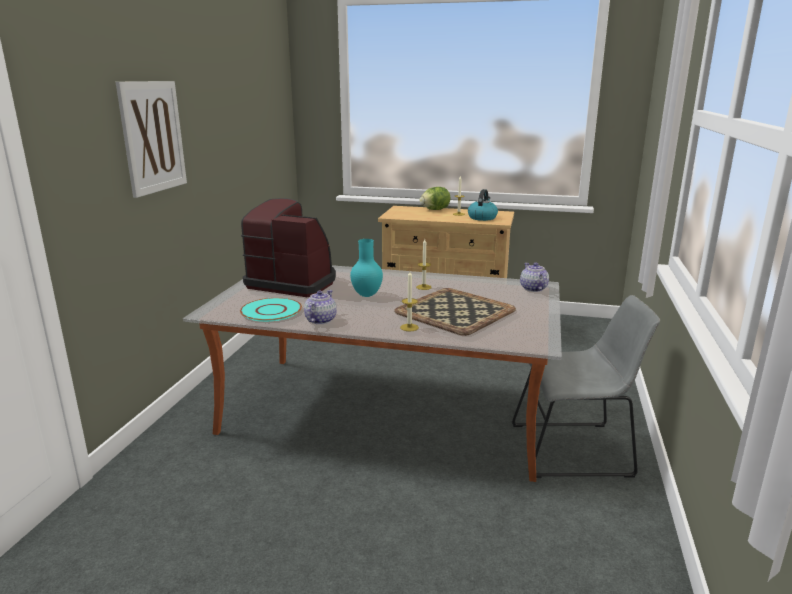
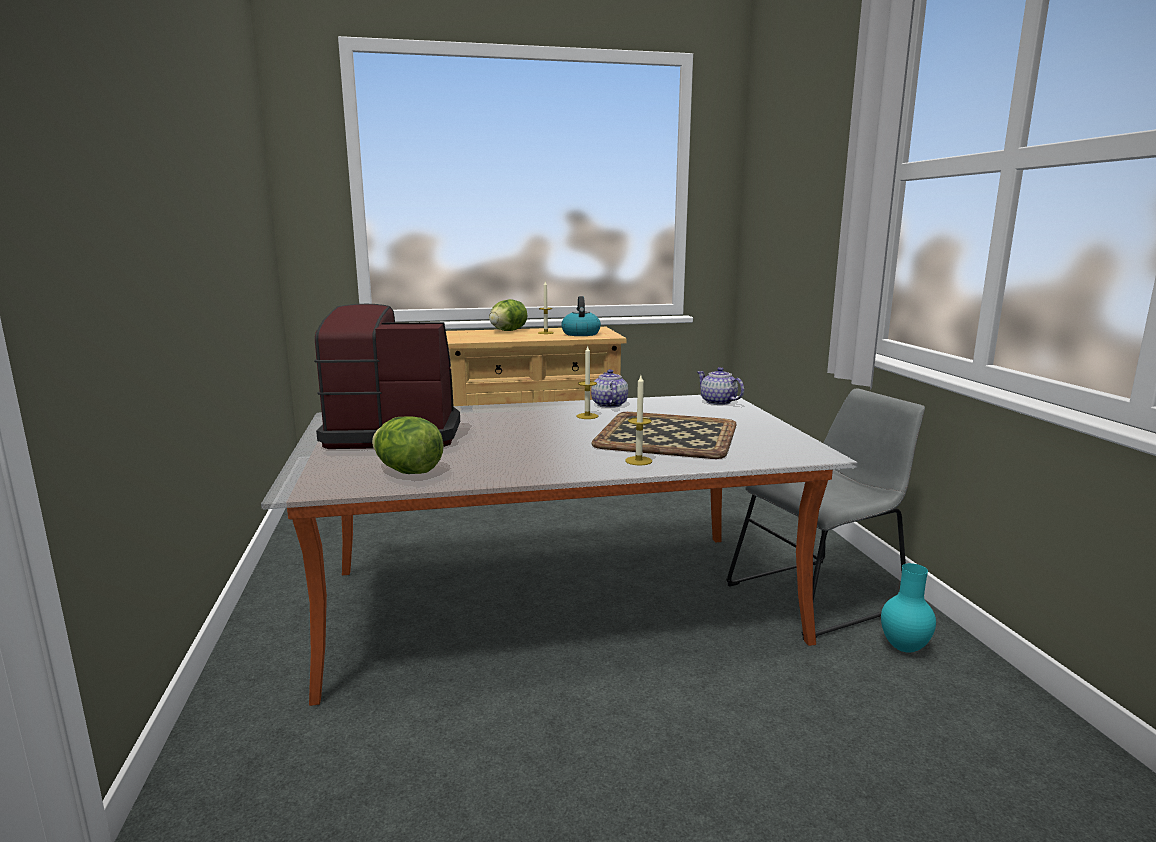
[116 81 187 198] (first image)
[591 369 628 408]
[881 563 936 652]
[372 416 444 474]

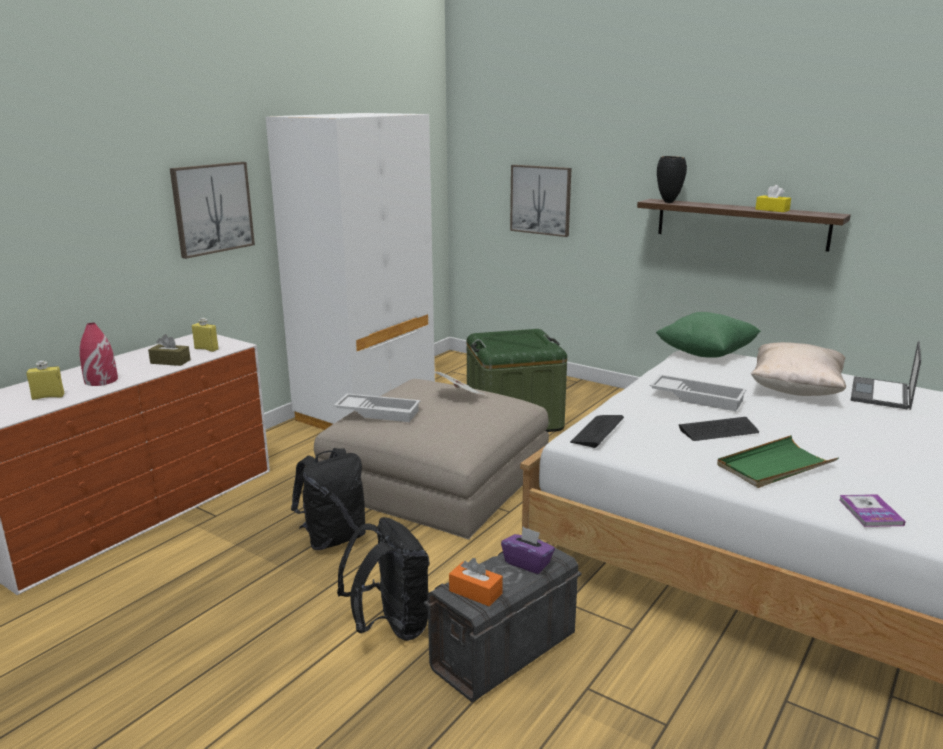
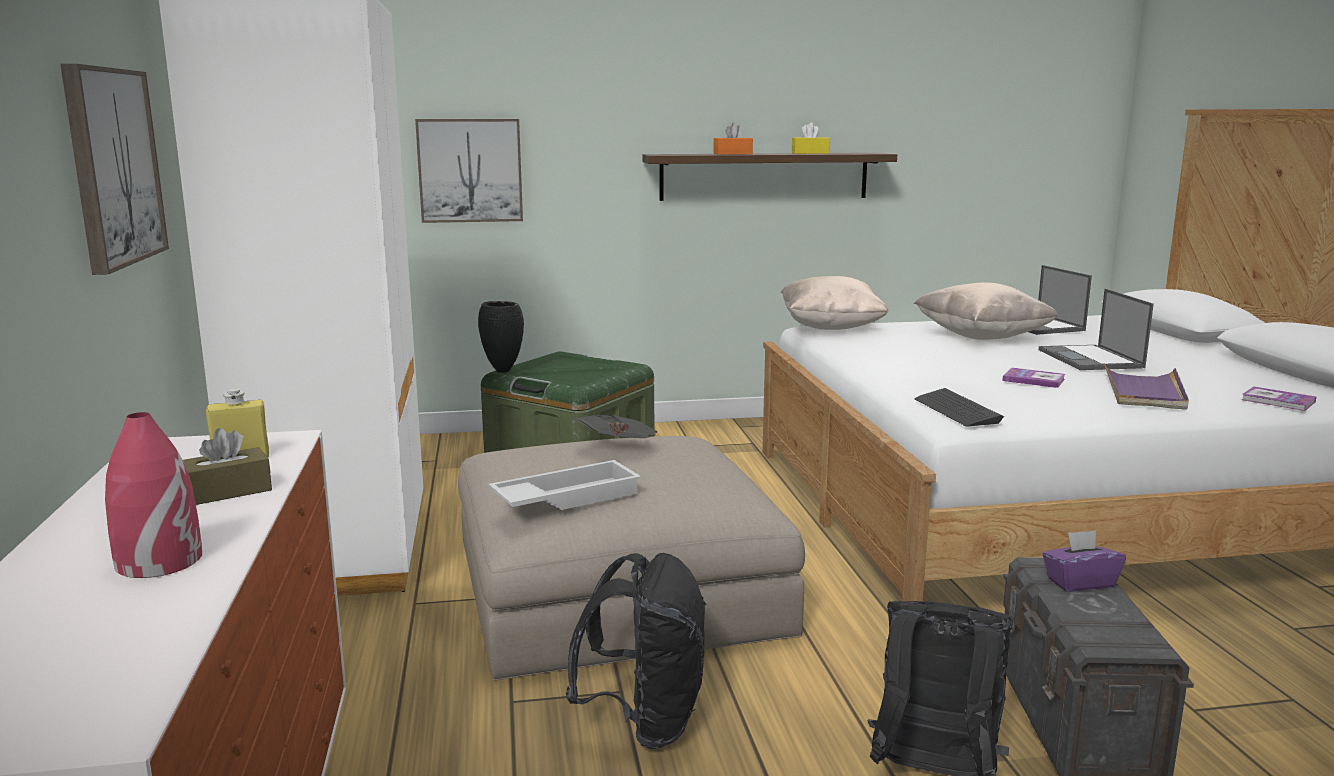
[26 361 64 400] (first image)
[650 374 747 411] (first image)
[1039 289 1154 370]
[714 123 753 155]
[478 301 524 373]
[1002 368 1065 388]
[781 276 888 330]
[1104 363 1189 410]

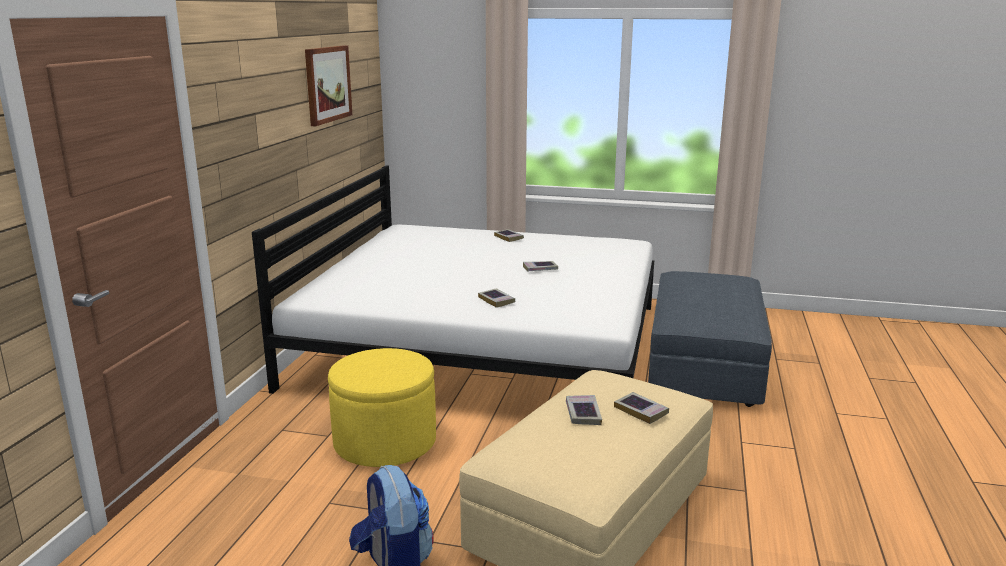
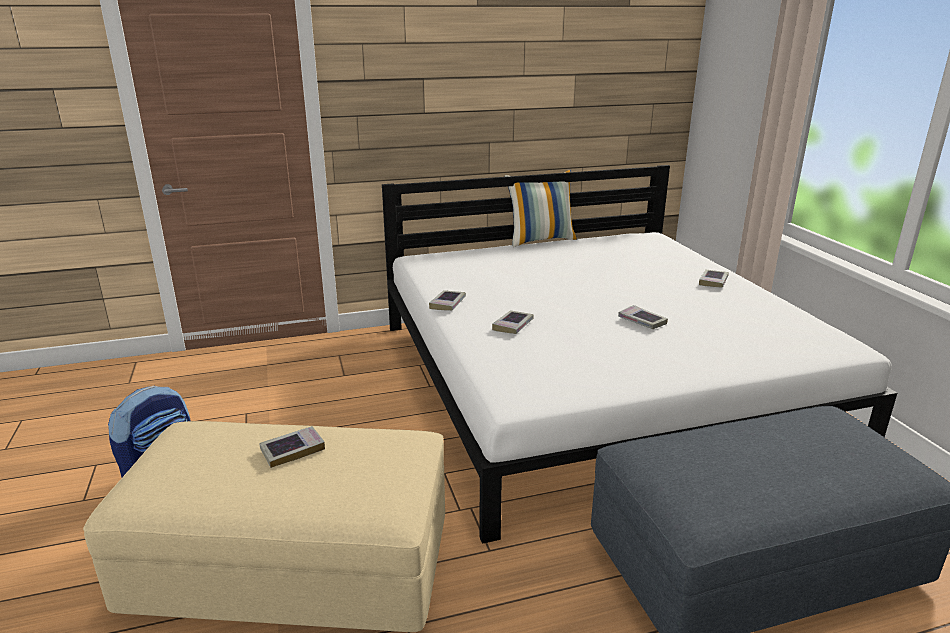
[305 45 352 126] (first image)
[328 348 436 467] (first image)
[505 170 577 247]
[429 290 466 311]

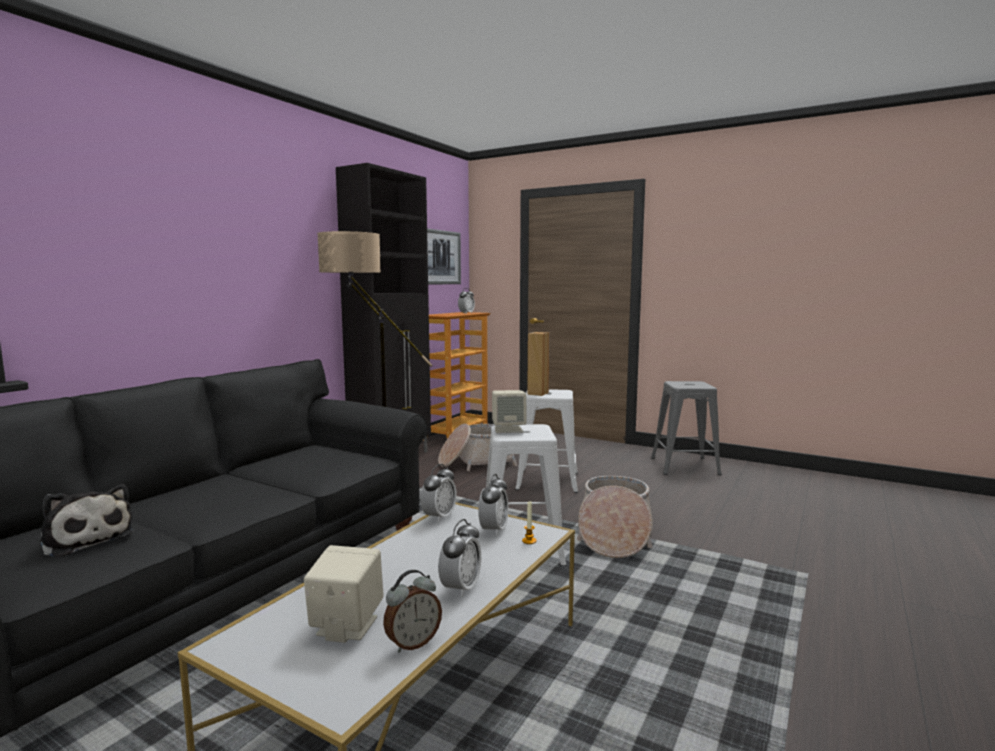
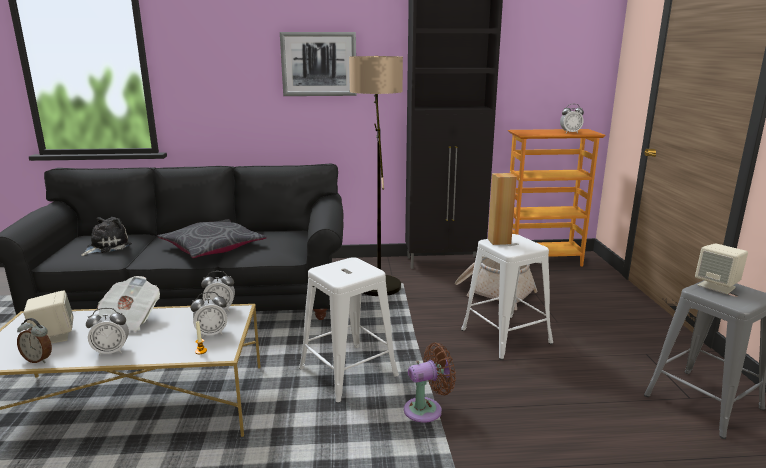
[98 276 160 332]
[158 219 267 258]
[280 32 357 96]
[695 243 748 294]
[404 343 456 422]
[81 217 132 256]

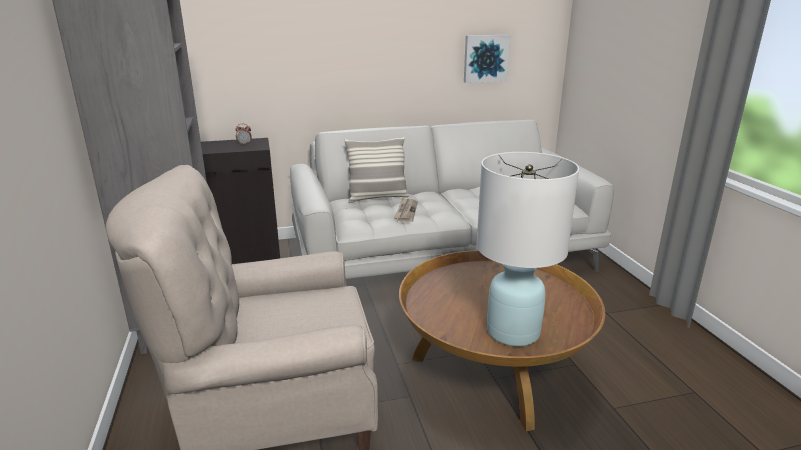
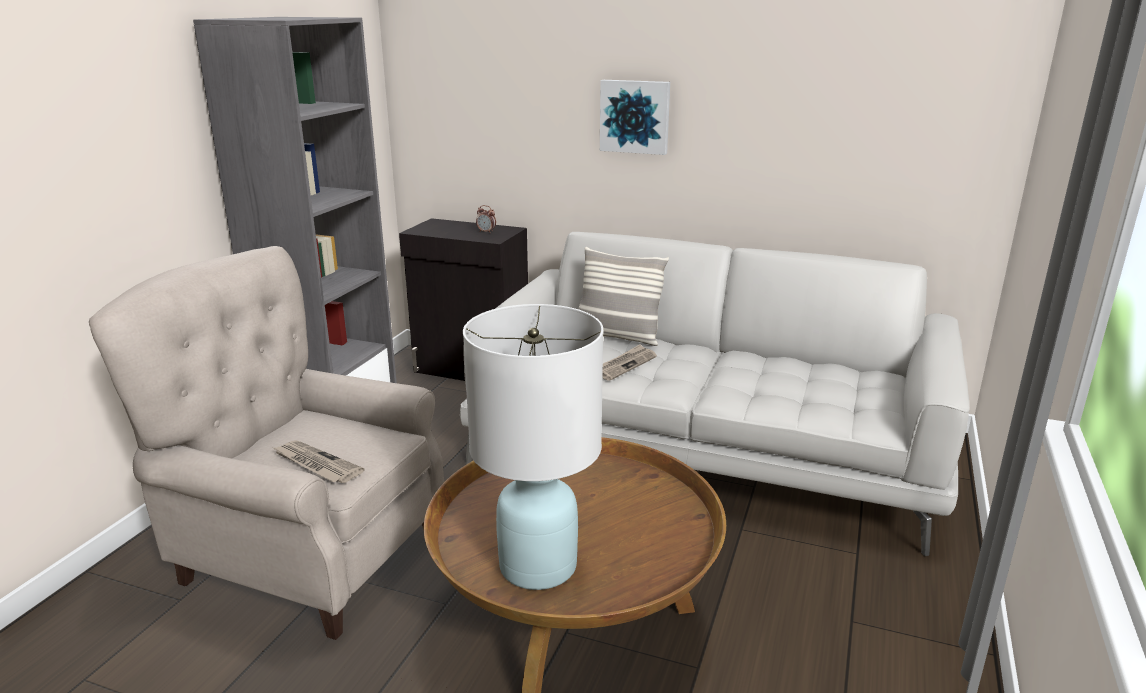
[273 440 364 483]
[600 80 670 155]

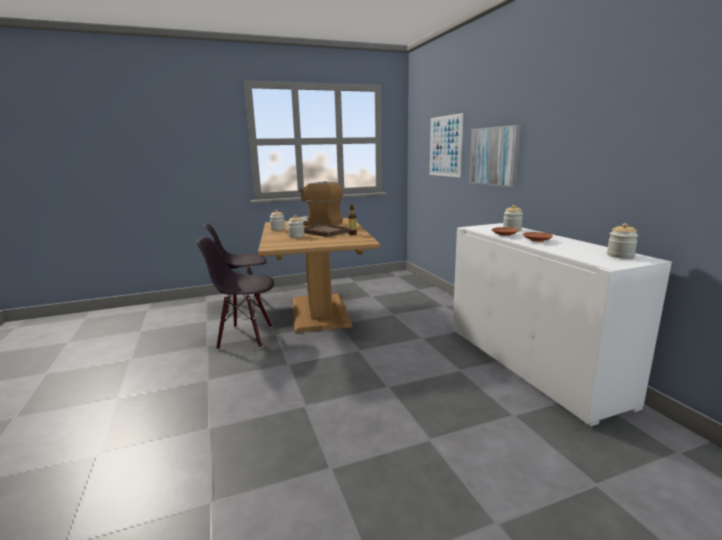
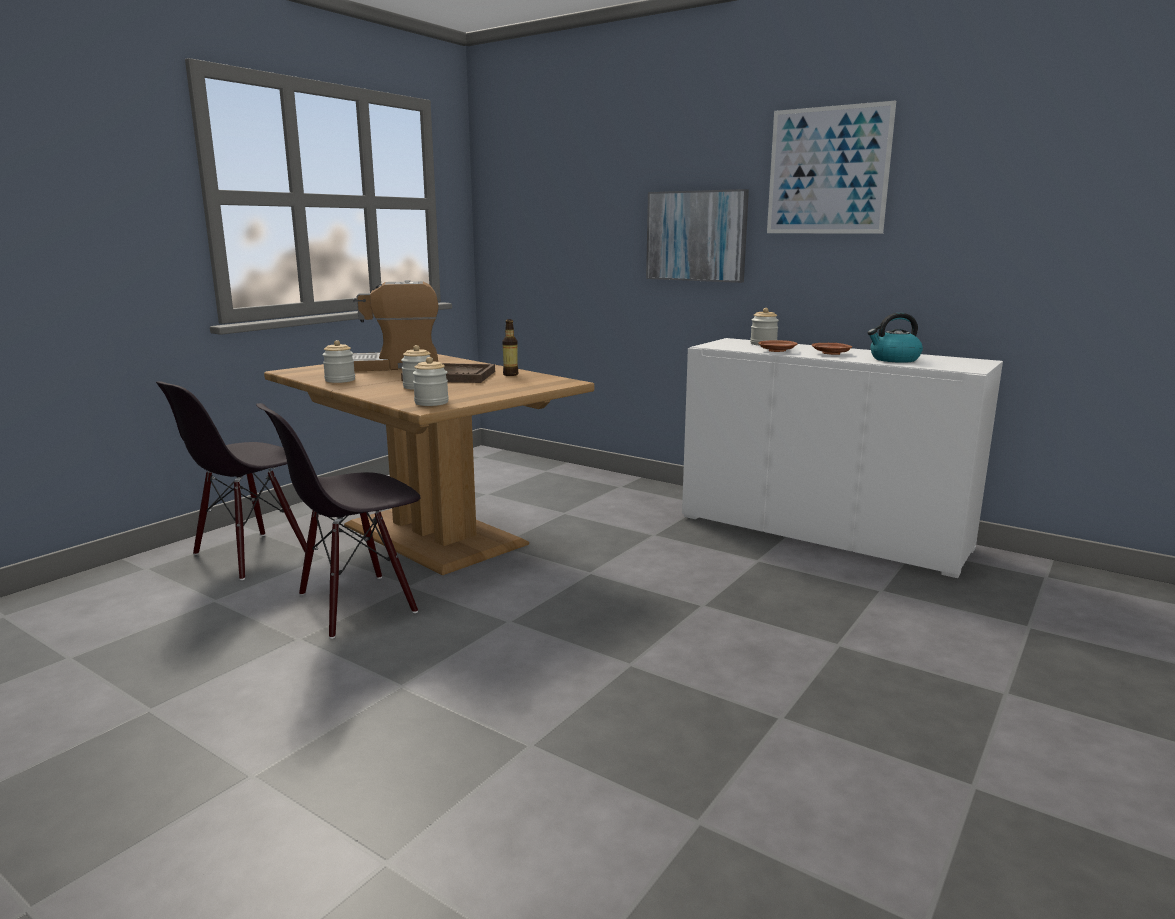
[867 313 923 363]
[767 100 896 234]
[413 357 449 406]

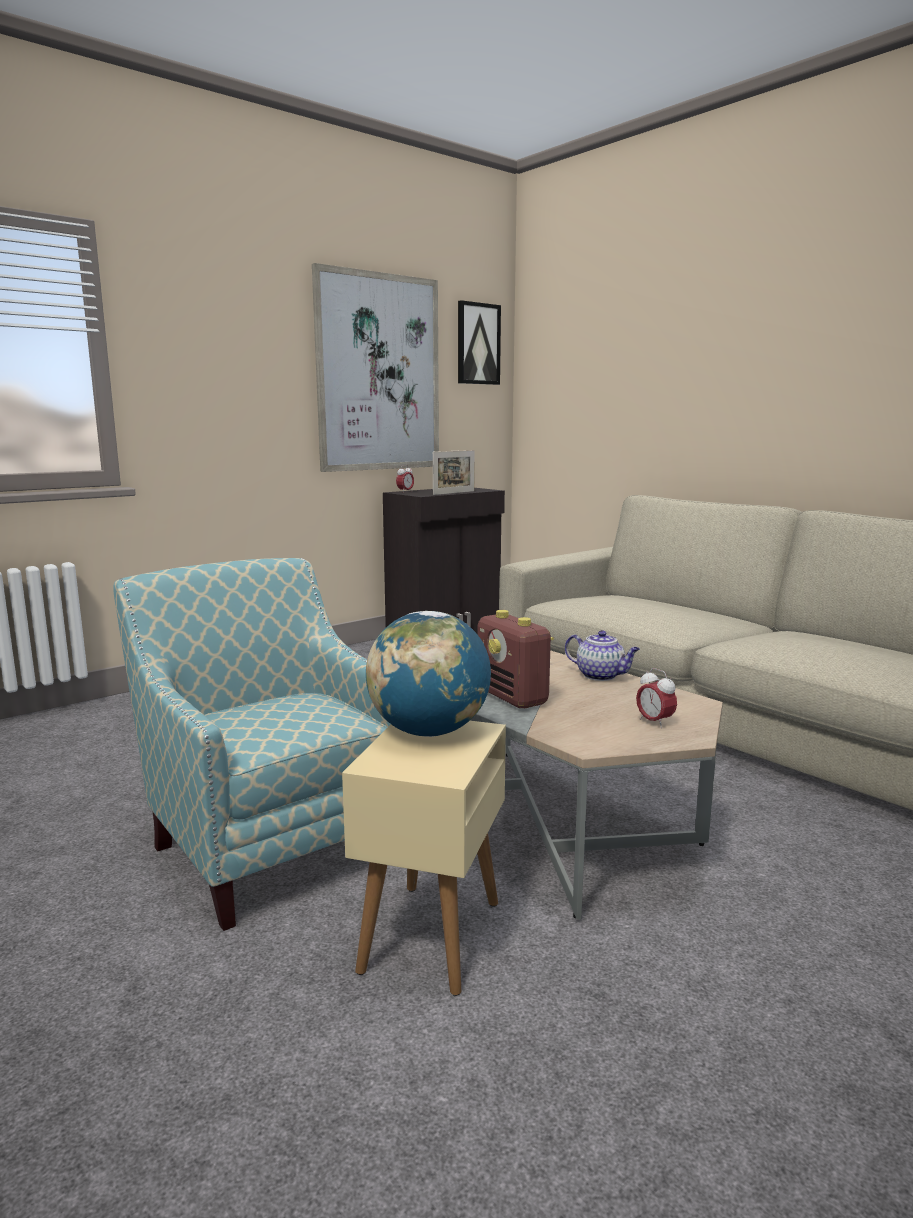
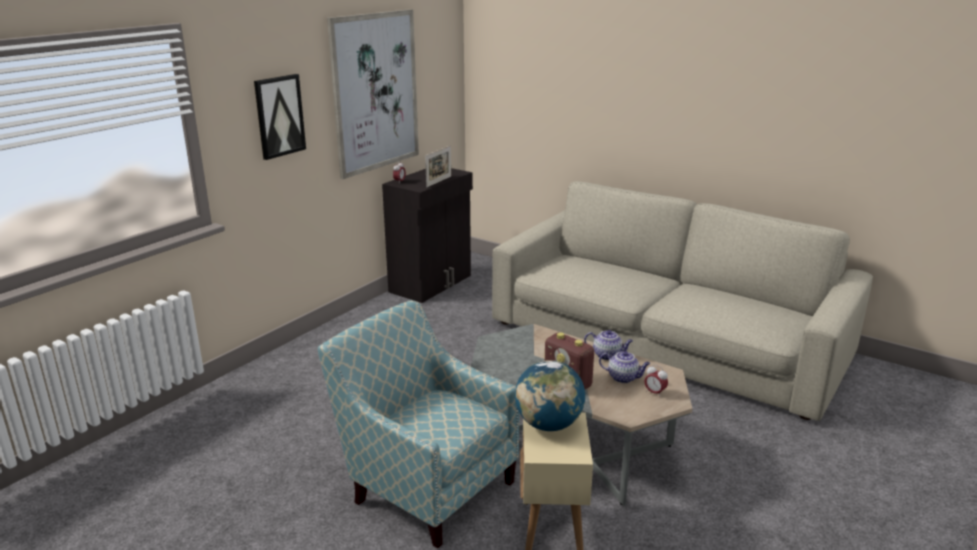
[599 351 650 383]
[254 74 306 160]

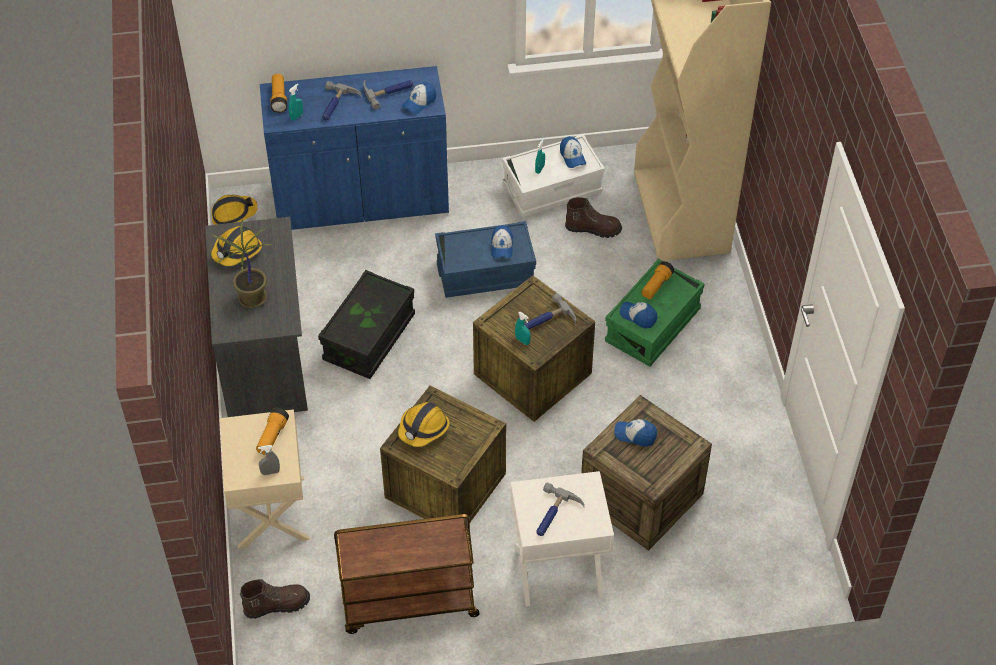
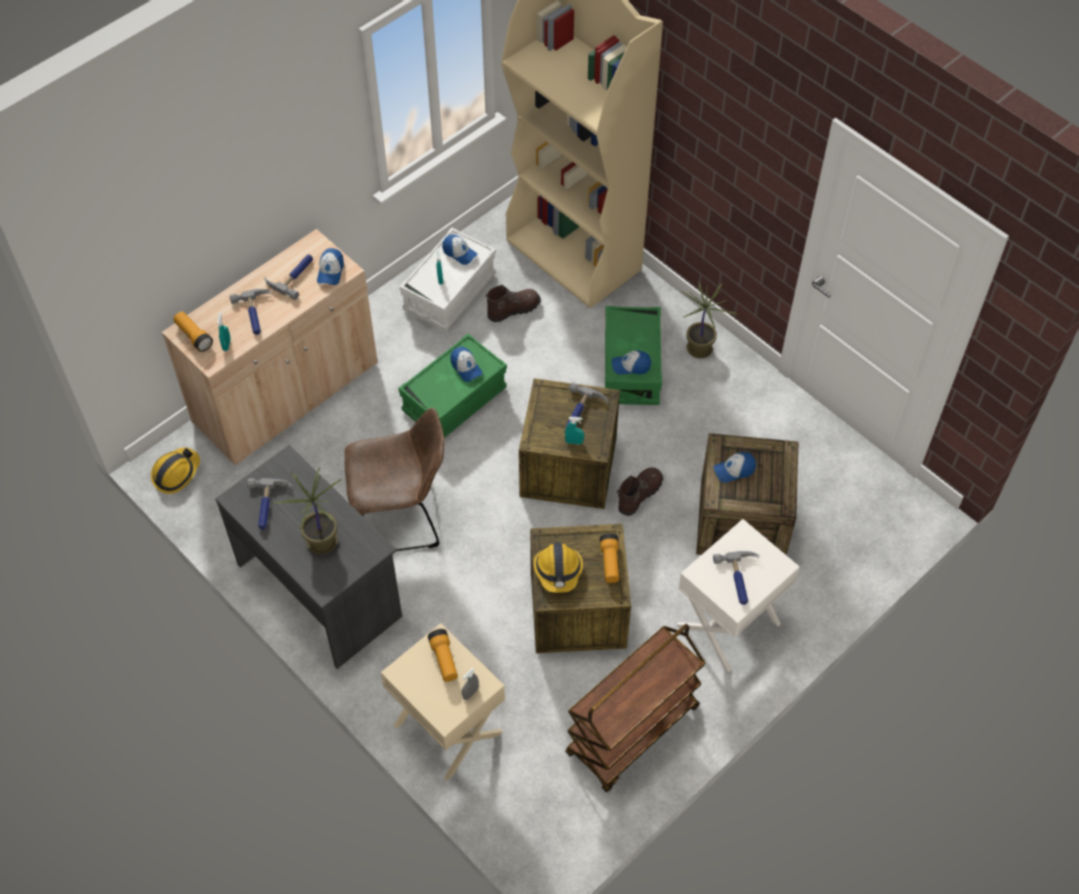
[681 281 738 358]
[617 467 663 516]
[600 533 619 583]
[247 478 293 530]
[345 408 444 551]
[162 229 378 465]
[398 333 507 438]

